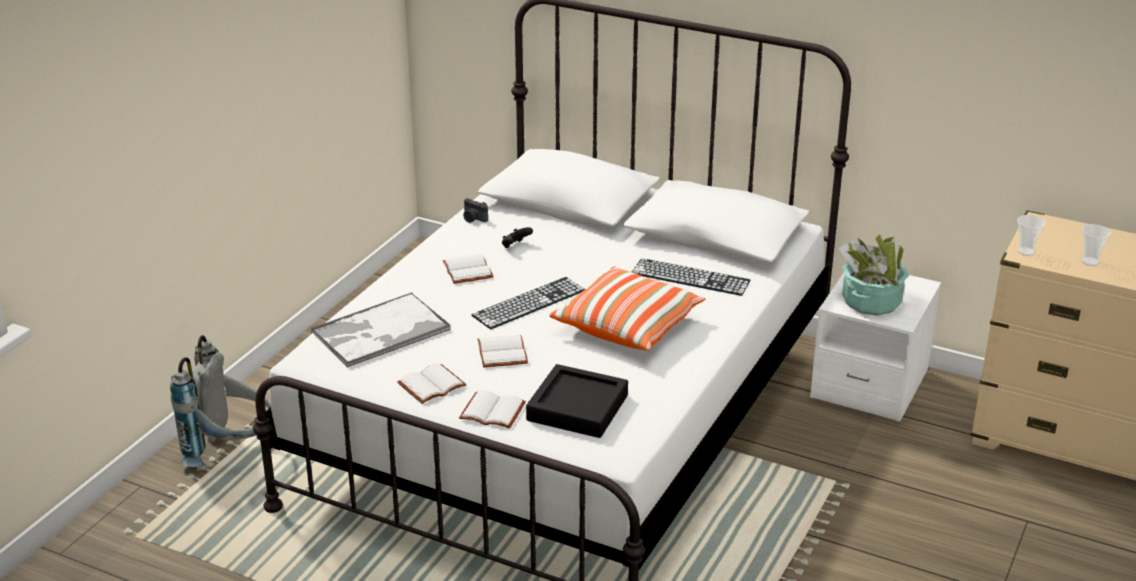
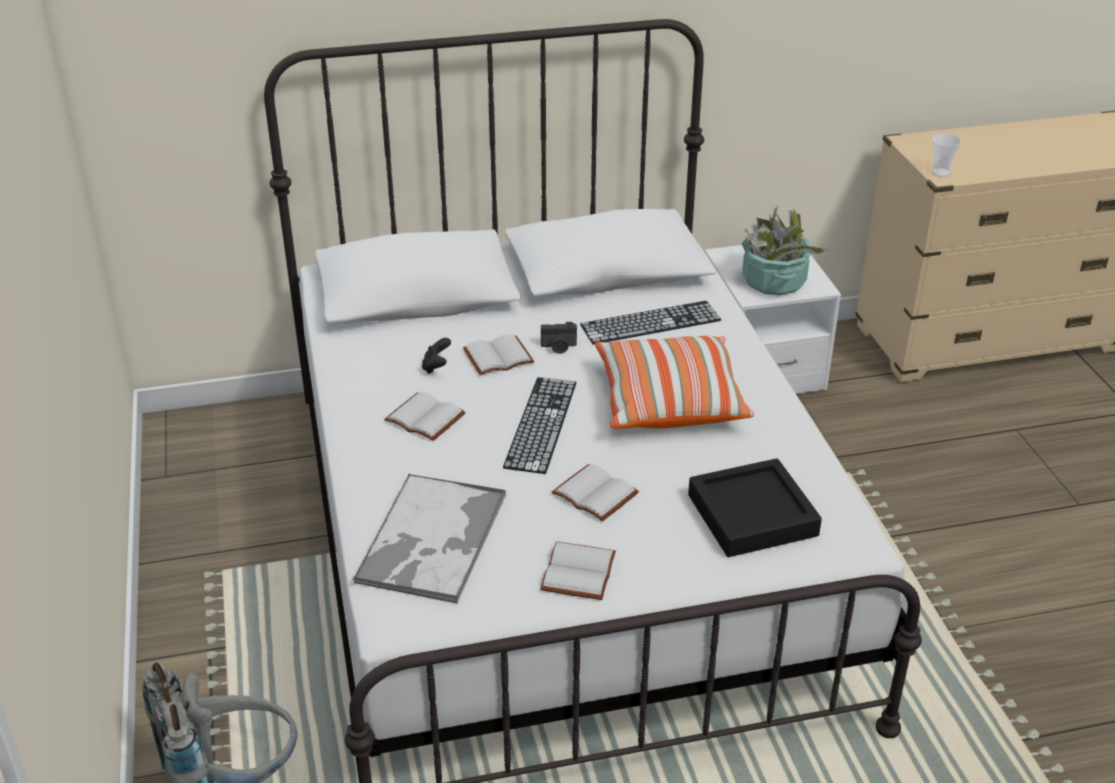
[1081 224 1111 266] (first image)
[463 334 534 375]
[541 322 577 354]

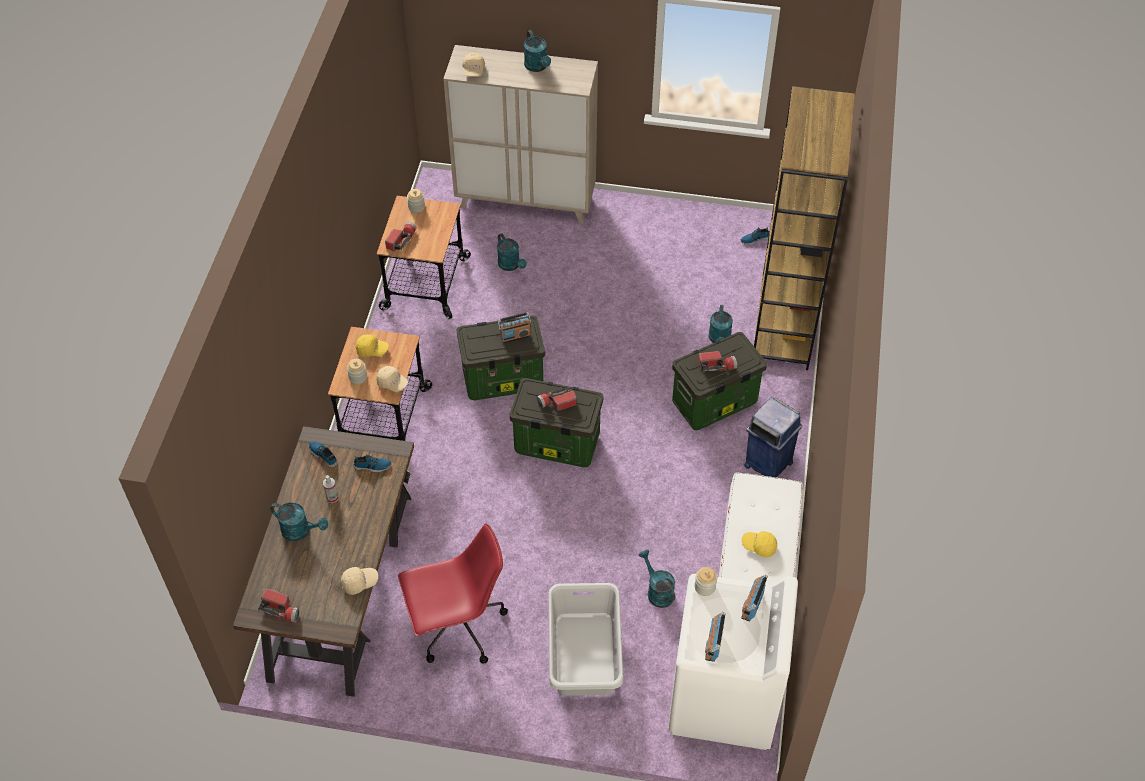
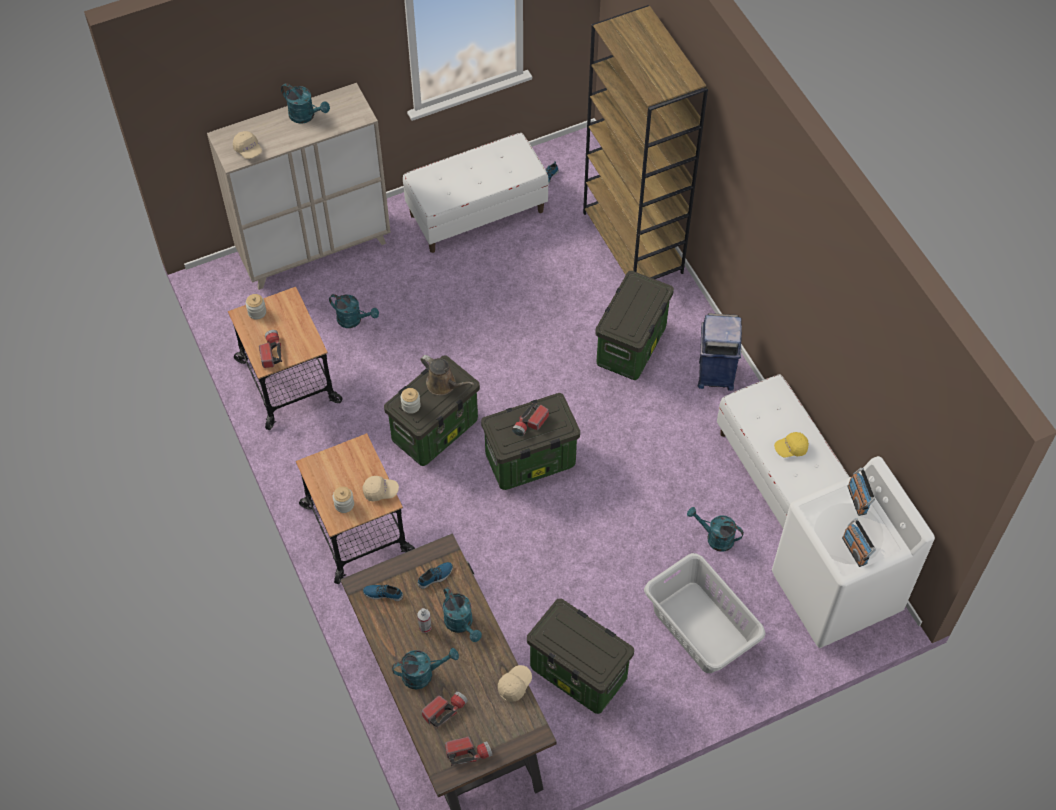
[356 334 389 357] (first image)
[403 133 549 253]
[401 388 421 414]
[421 691 468 729]
[443 587 482 642]
[527 598 634 714]
[420 355 474 395]

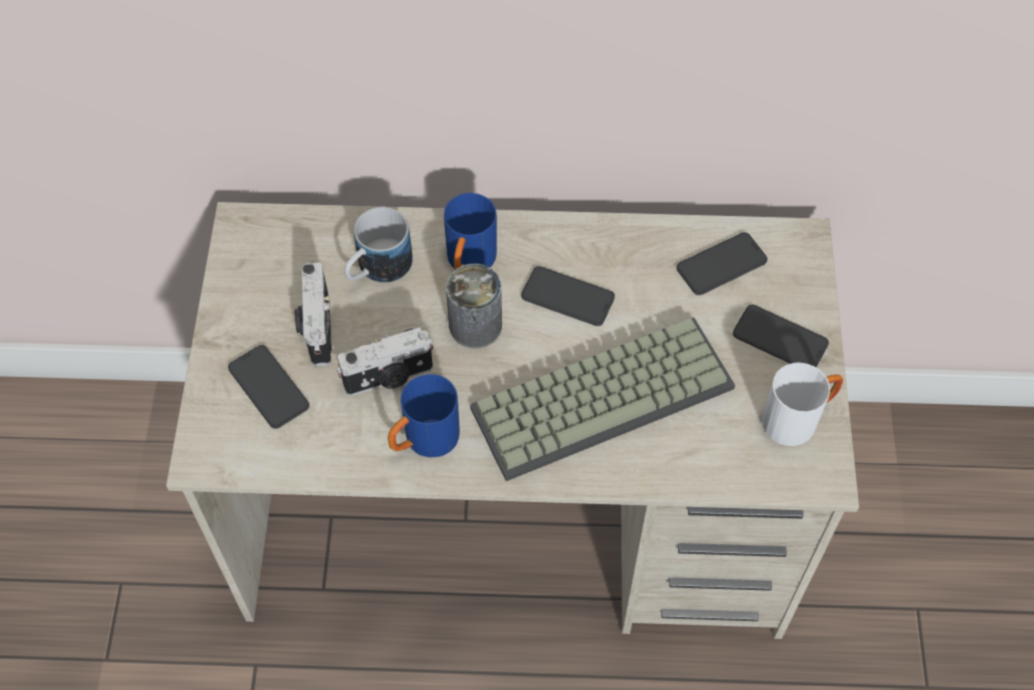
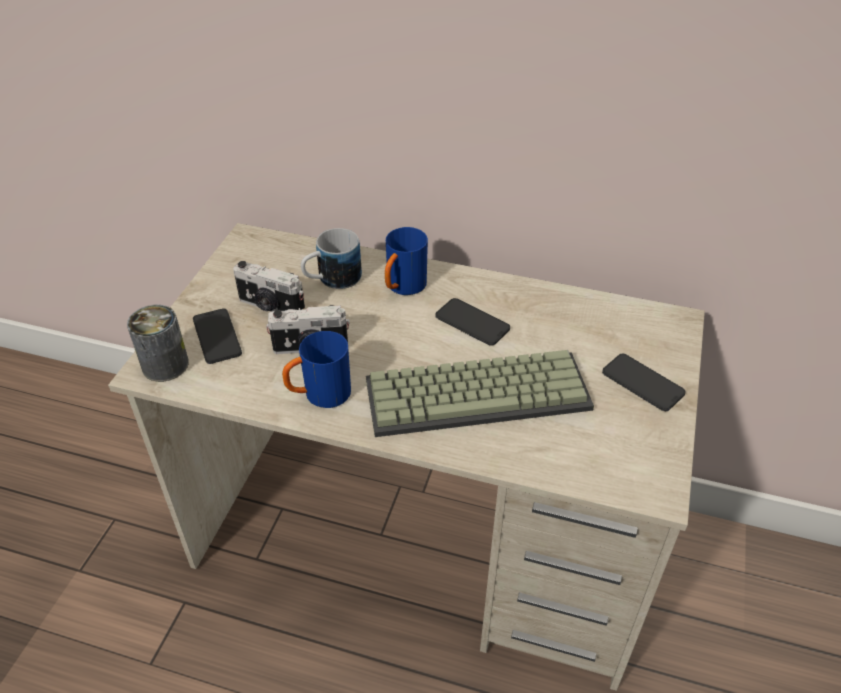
[677 232 768 295] (first image)
[762 363 843 446] (first image)
[127 305 189 382]
[233 261 305 311]

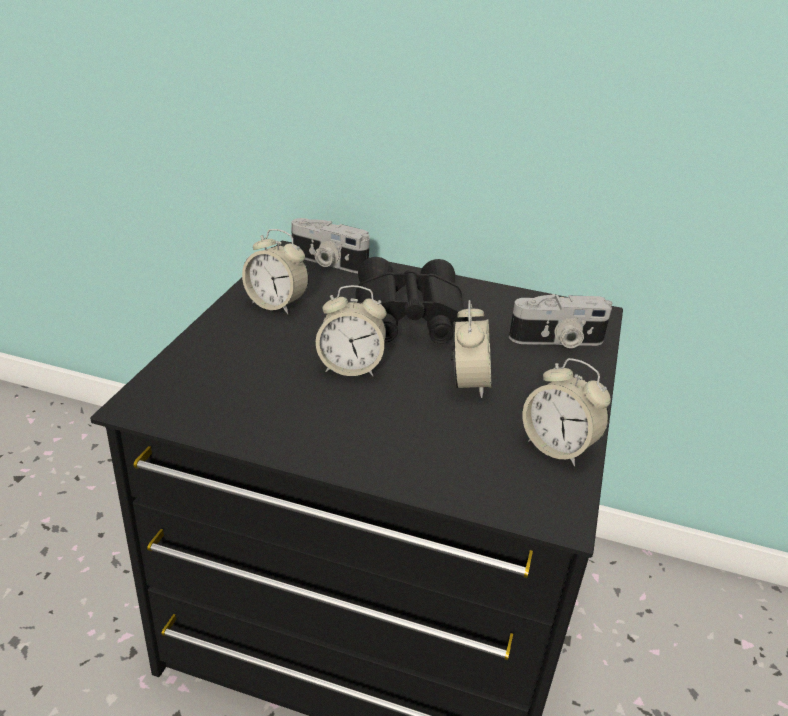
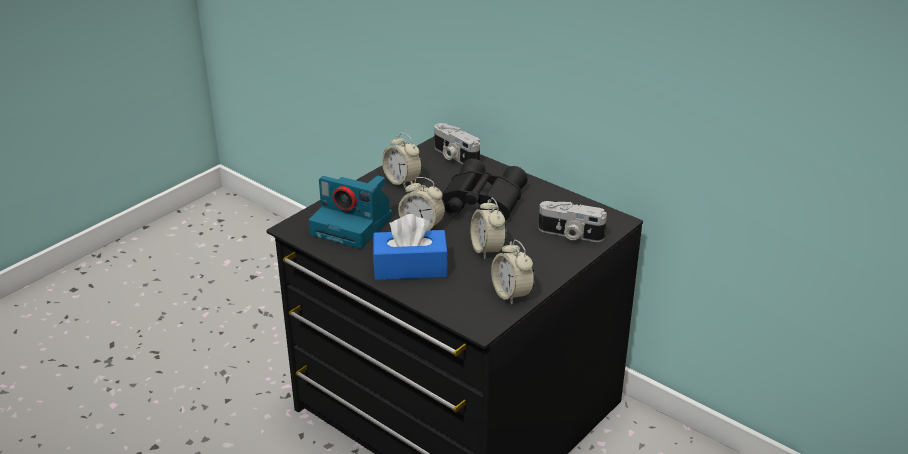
[309 176 392 249]
[373 214 448 280]
[470 198 506 259]

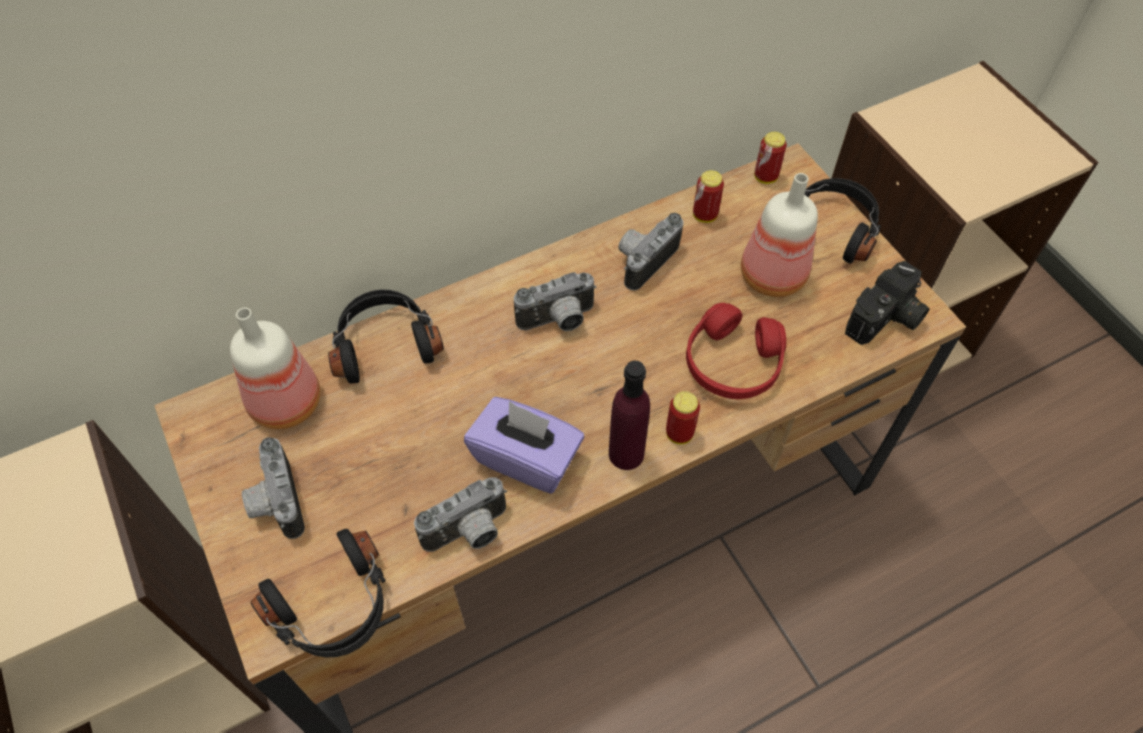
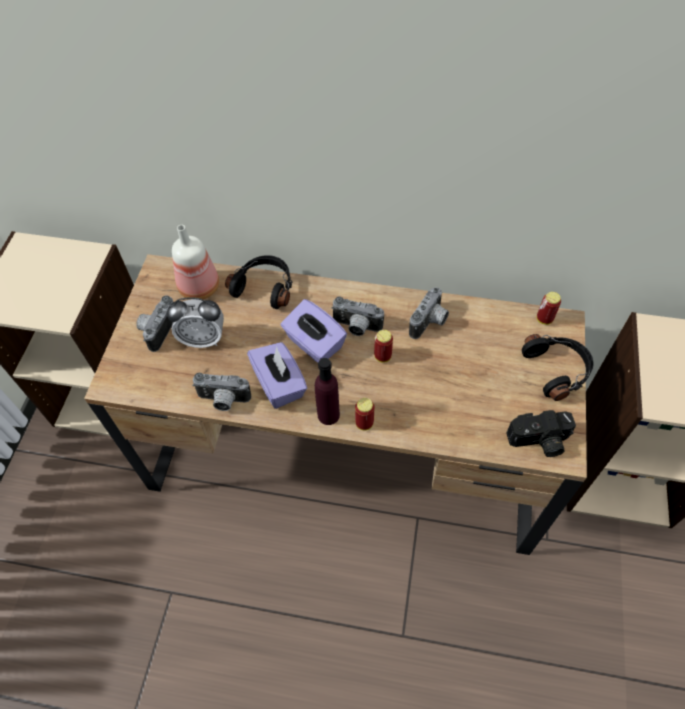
[250 529 386 657] (first image)
[686 303 786 399] (first image)
[741 173 818 297] (first image)
[167 297 224 348]
[280 299 347 363]
[374 330 393 363]
[409 288 449 339]

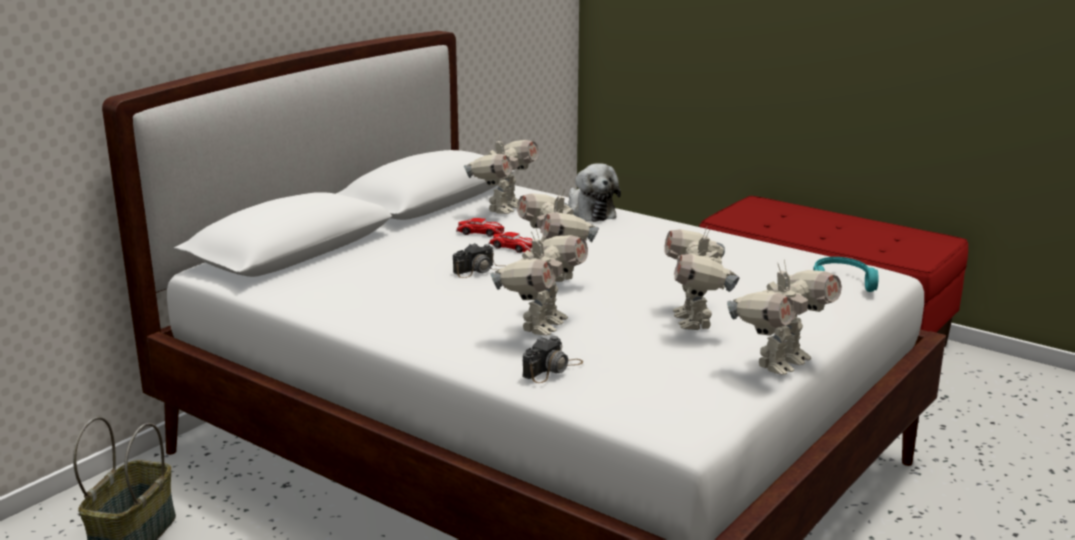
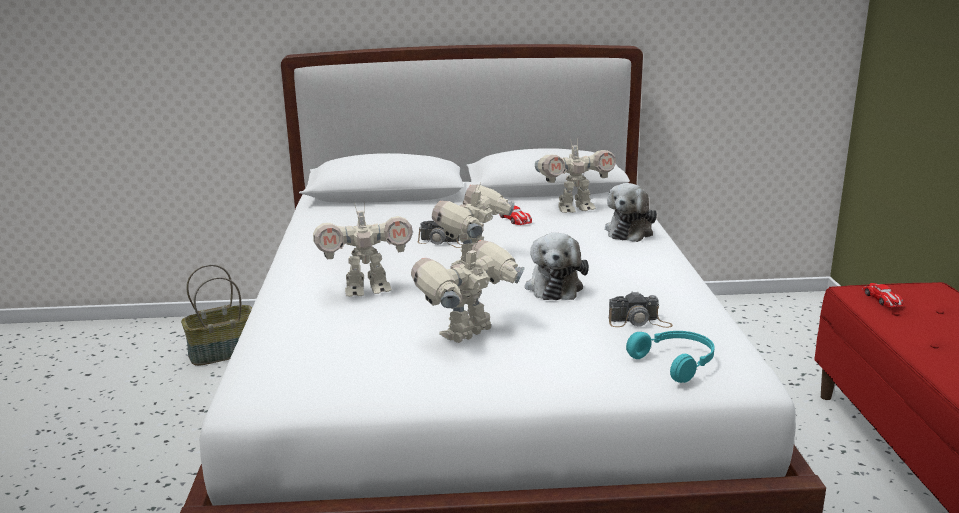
[727 260 842 375] (first image)
[525 233 589 300]
[862 283 904 308]
[609 291 673 328]

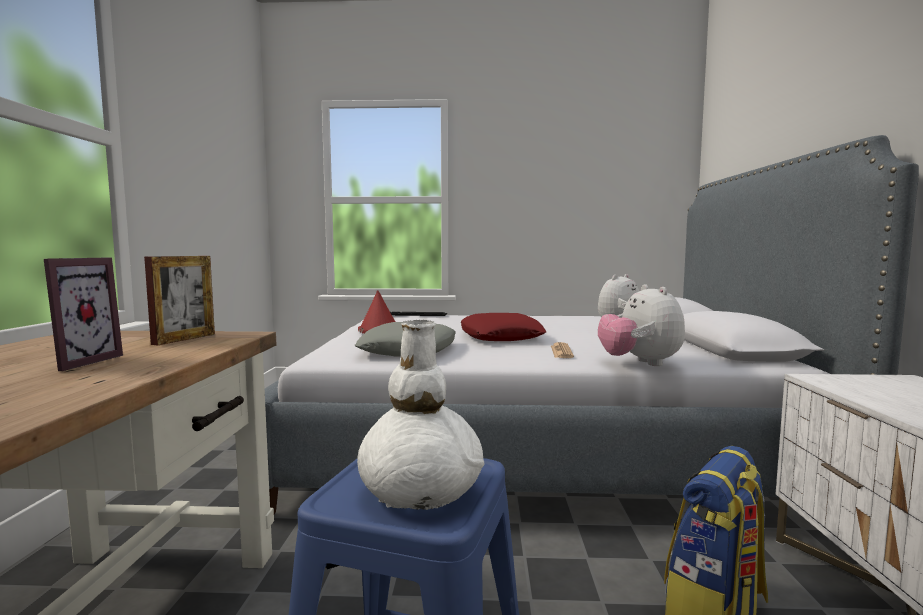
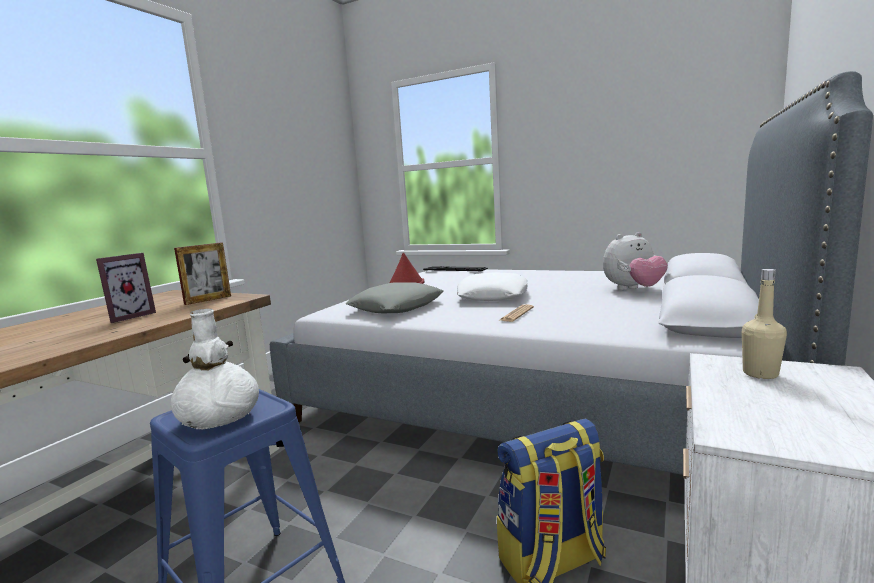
[598 284 685 366] (first image)
[742 269 787 379]
[457 272 527 301]

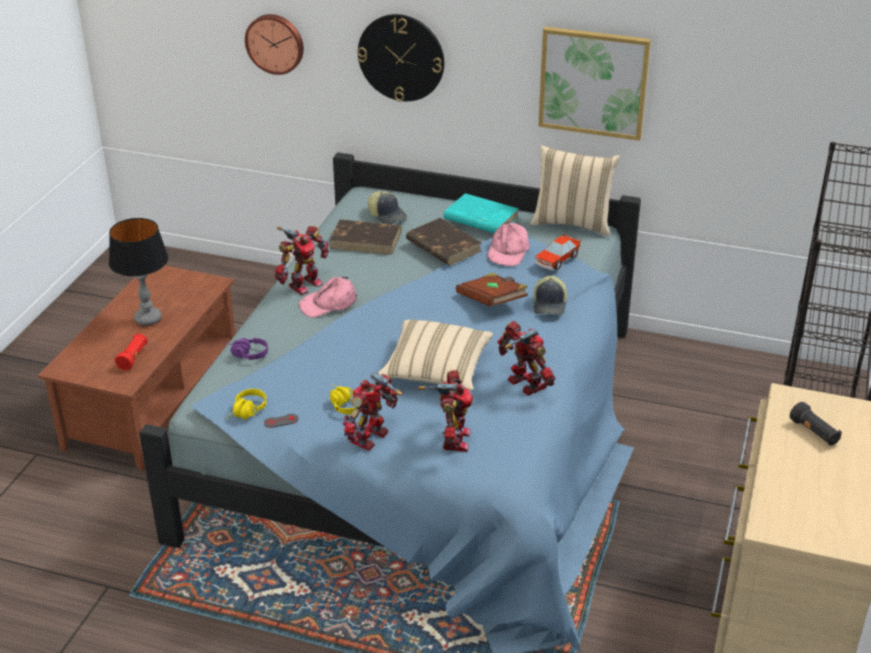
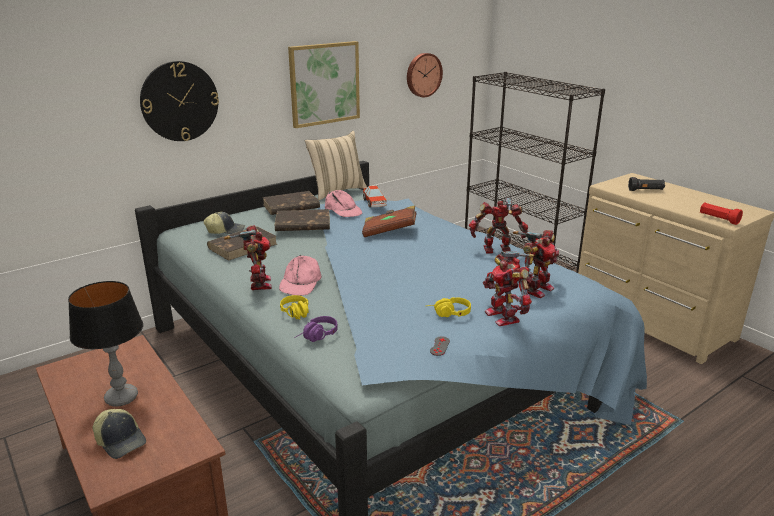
[378 320 493 391] (first image)
[700 202 743 225]
[280 295 309 320]
[407 53 443 97]
[92 409 146 459]
[262 191 320 215]
[513 230 559 299]

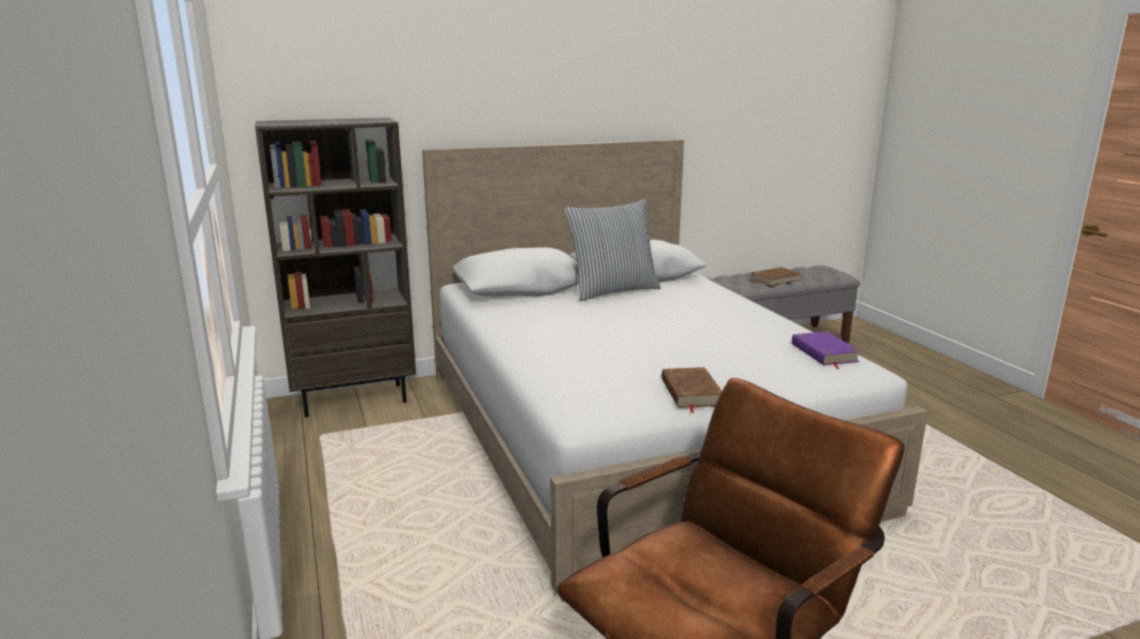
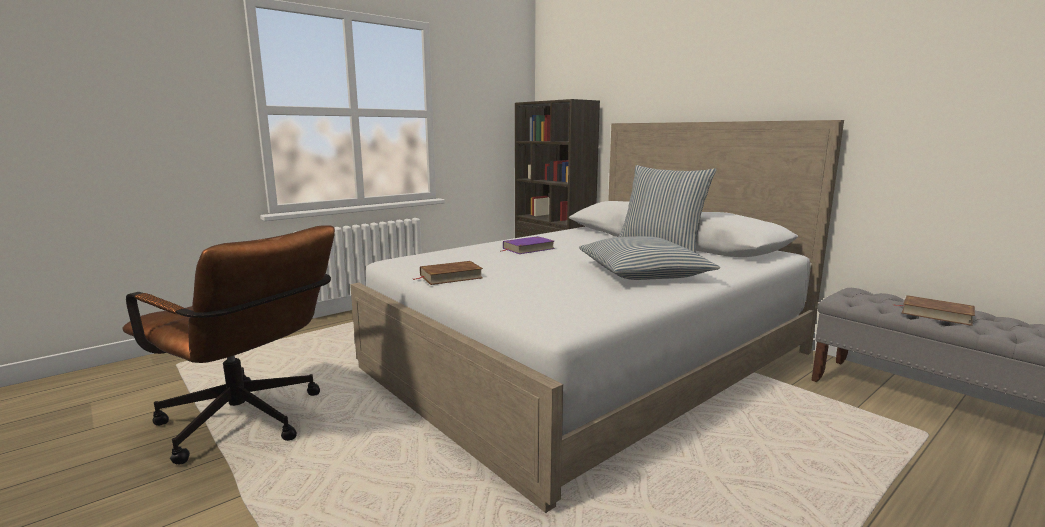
[579 236 720 280]
[502 236 555 254]

